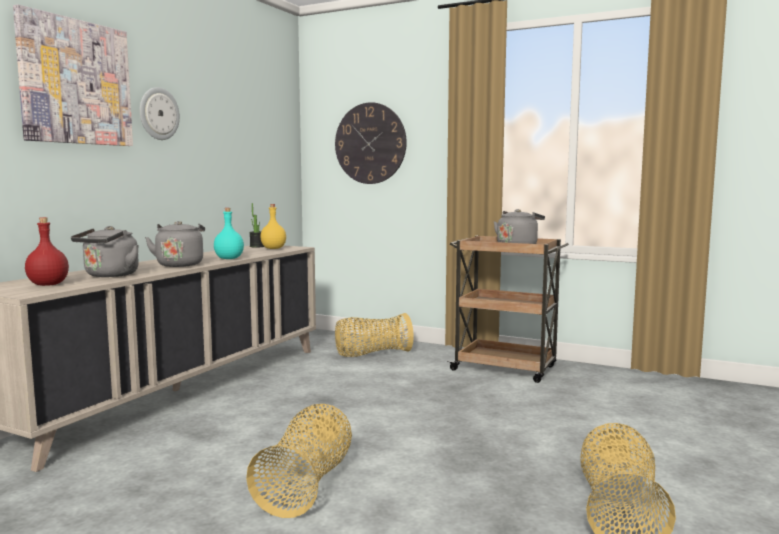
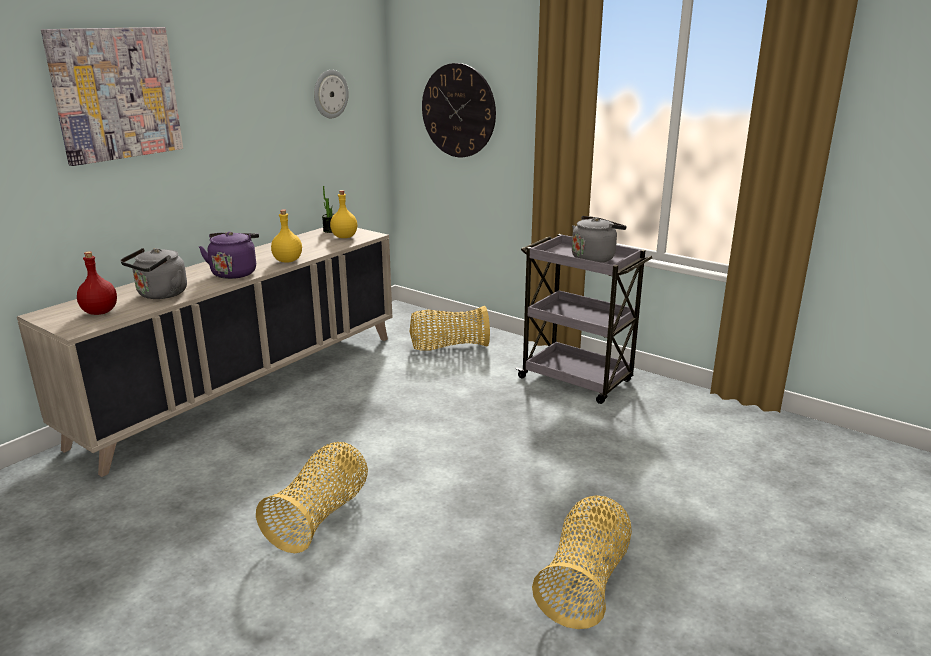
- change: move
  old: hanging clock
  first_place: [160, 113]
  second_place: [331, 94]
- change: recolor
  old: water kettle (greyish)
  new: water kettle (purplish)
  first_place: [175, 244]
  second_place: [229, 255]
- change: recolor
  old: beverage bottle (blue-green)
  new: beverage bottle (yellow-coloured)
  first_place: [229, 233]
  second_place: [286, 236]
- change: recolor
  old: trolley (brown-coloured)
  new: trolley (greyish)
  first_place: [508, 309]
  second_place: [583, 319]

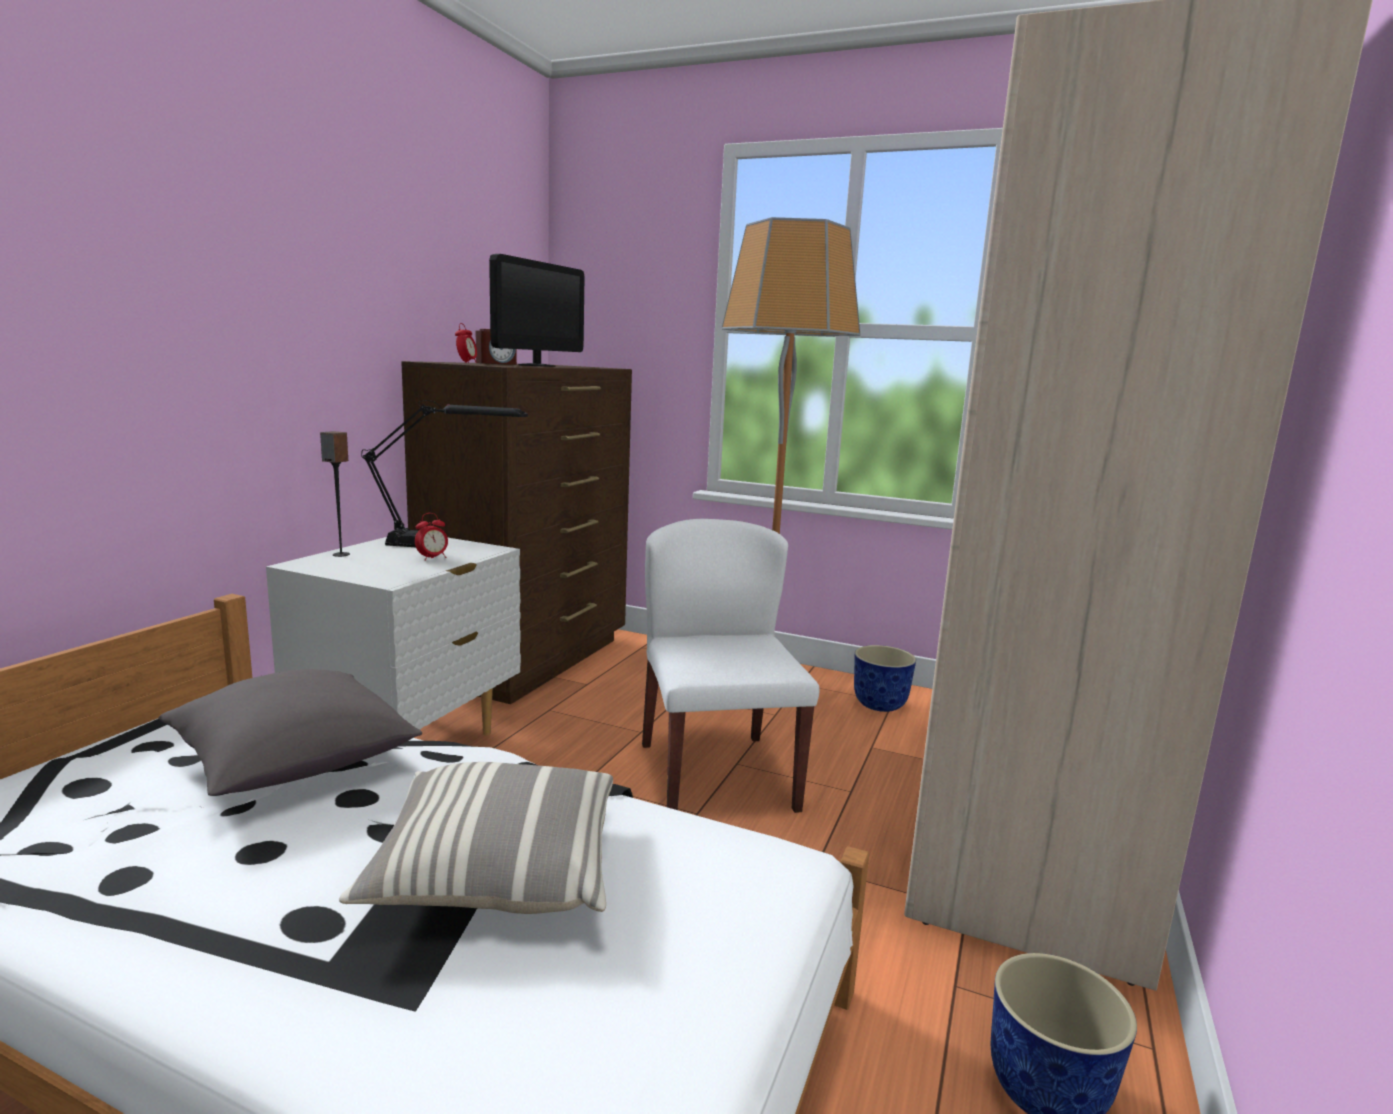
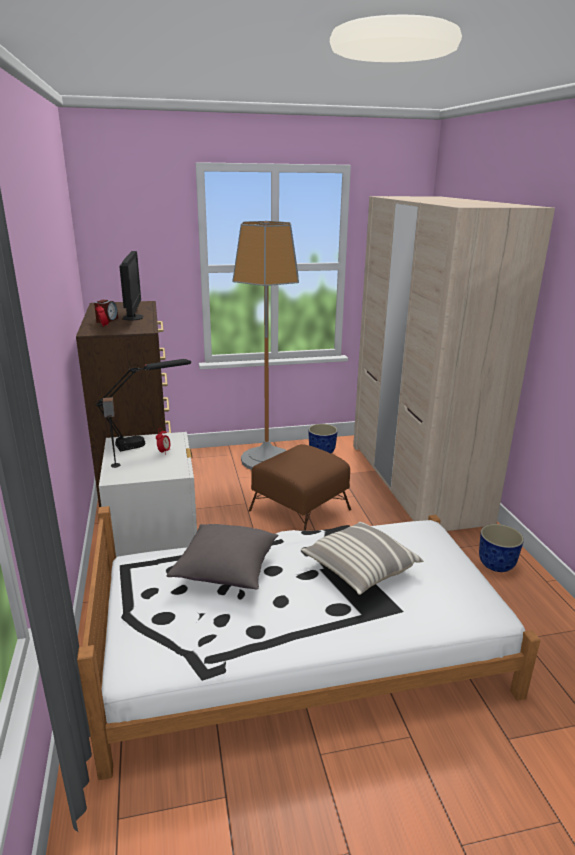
- change: replace
  old: chair (white)
  new: pouffe (brown-coloured)
  first_place: [731, 666]
  second_place: [300, 487]

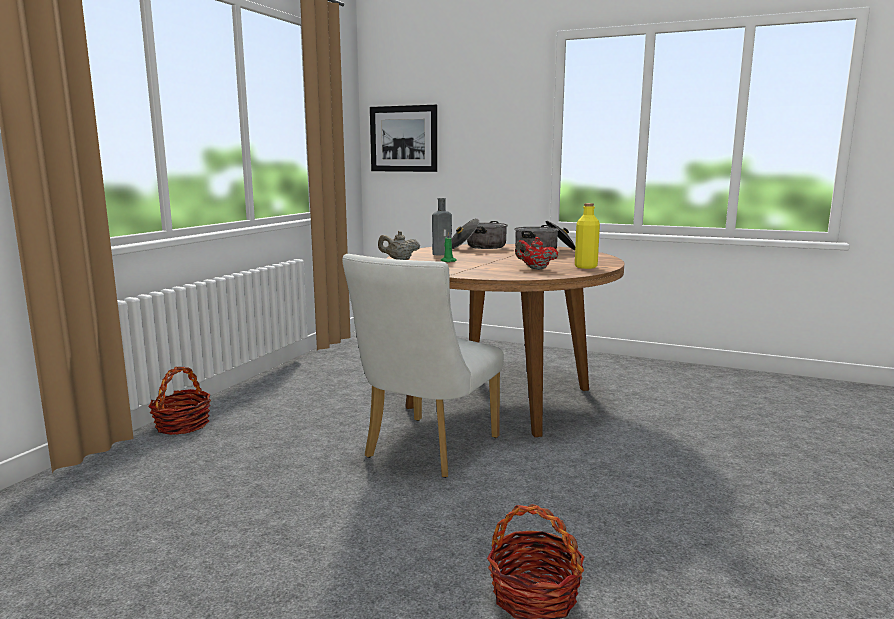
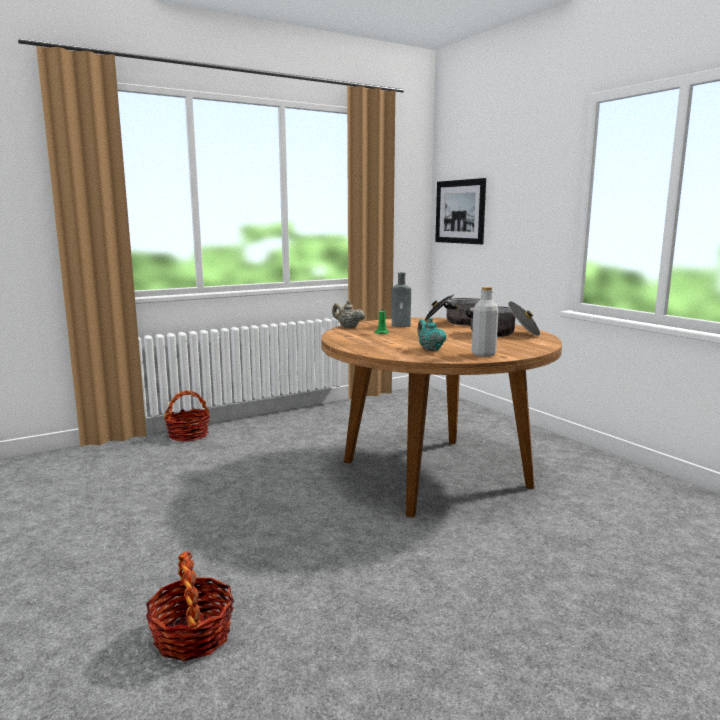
- change: delete
  old: chair (white)
  first_place: [423, 366]
- change: recolor
  old: teapot (reddish)
  new: teapot (blue-green)
  first_place: [536, 253]
  second_place: [431, 334]
- change: recolor
  old: beverage bottle (yellow-coloured)
  new: beverage bottle (greyish)
  first_place: [587, 236]
  second_place: [485, 322]

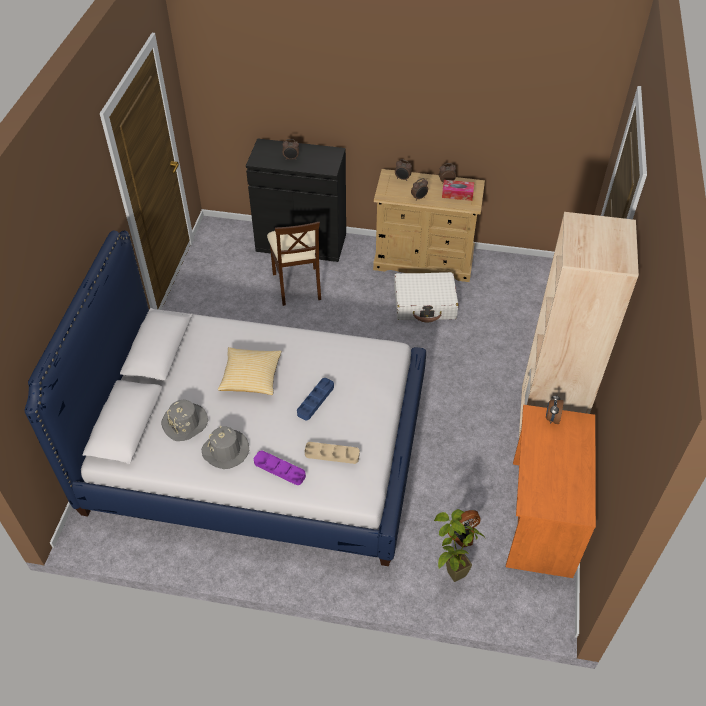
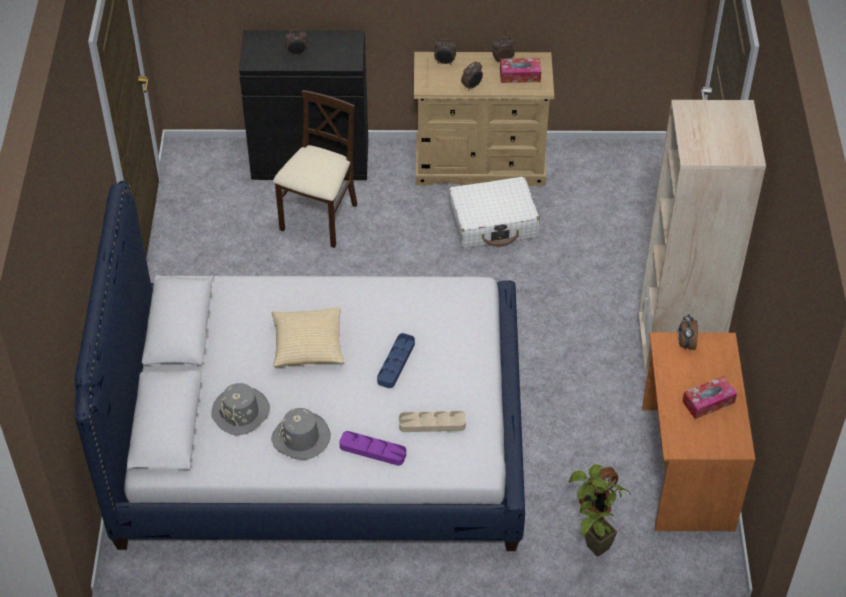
- change: insert
  new: box of tissues
  second_place: [709, 397]
- change: rotate
  old: chair (sand-coloured)
  first_place: [294, 264]
  second_place: [315, 169]
  degrees: -135

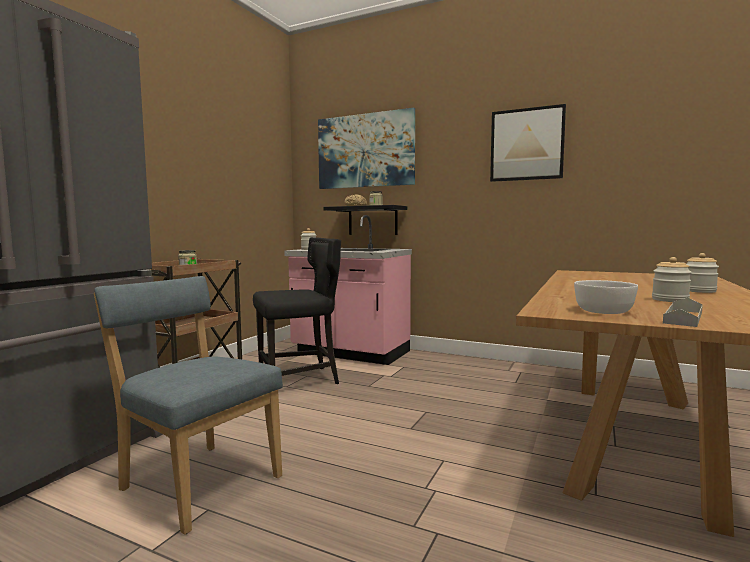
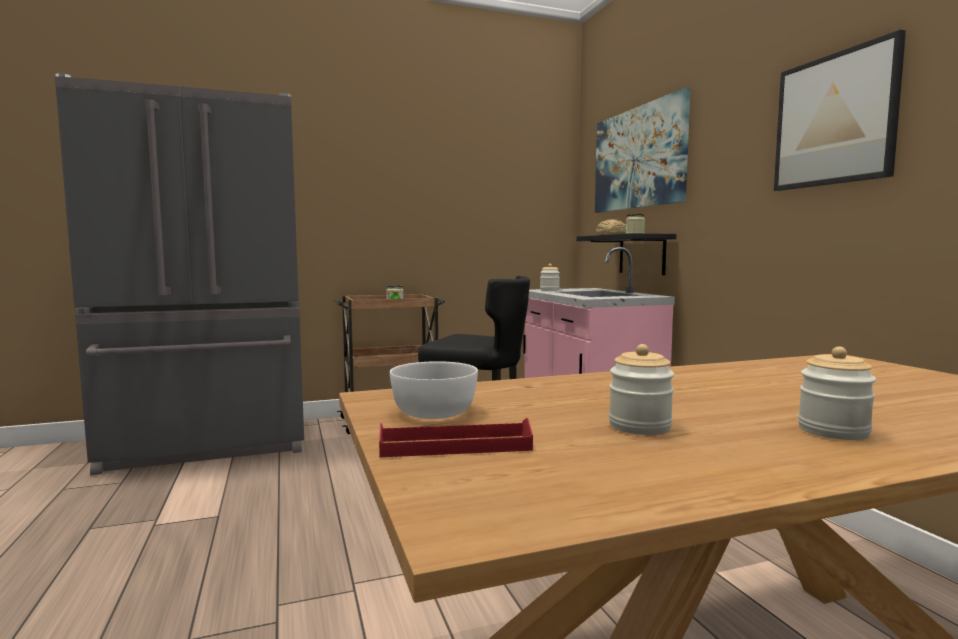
- change: delete
  old: chair (blue-coloured)
  first_place: [188, 405]
- change: recolor
  old: tray (greyish)
  new: tray (reddish)
  first_place: [683, 312]
  second_place: [456, 437]

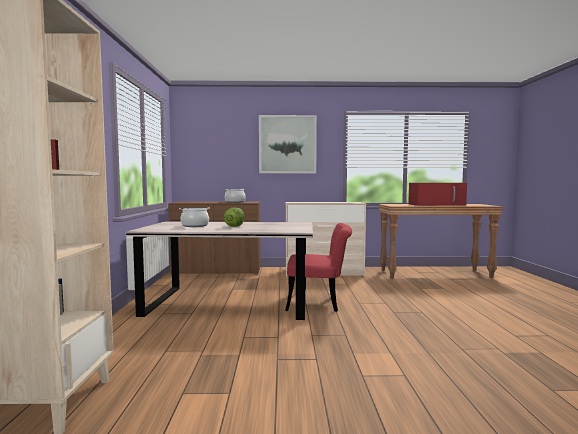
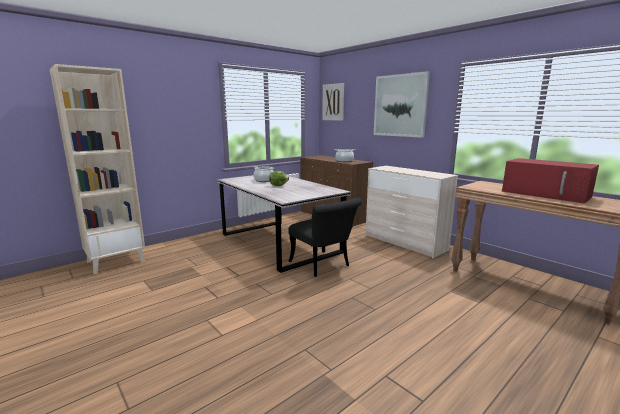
- change: insert
  new: wall picture
  second_place: [333, 102]
- change: recolor
  old: chair (reddish)
  new: chair (black)
  first_place: [318, 267]
  second_place: [325, 237]

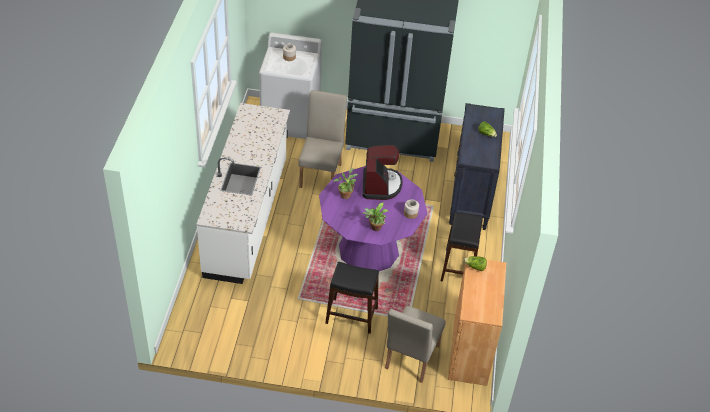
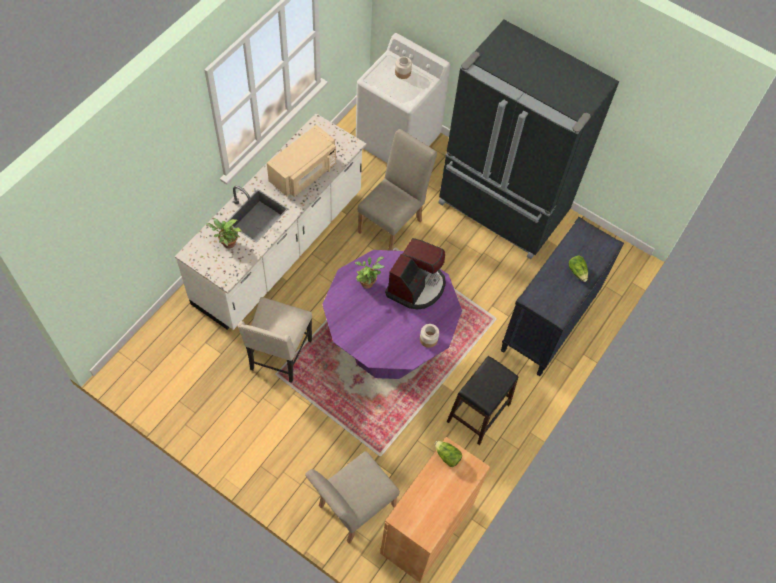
- change: delete
  old: stool seat (black)
  first_place: [352, 298]
- change: insert
  new: chair (sand-coloured)
  second_place: [275, 340]
- change: insert
  new: microwave (sand-coloured)
  second_place: [301, 161]
- change: move
  old: houseplant
  first_place: [375, 216]
  second_place: [224, 233]

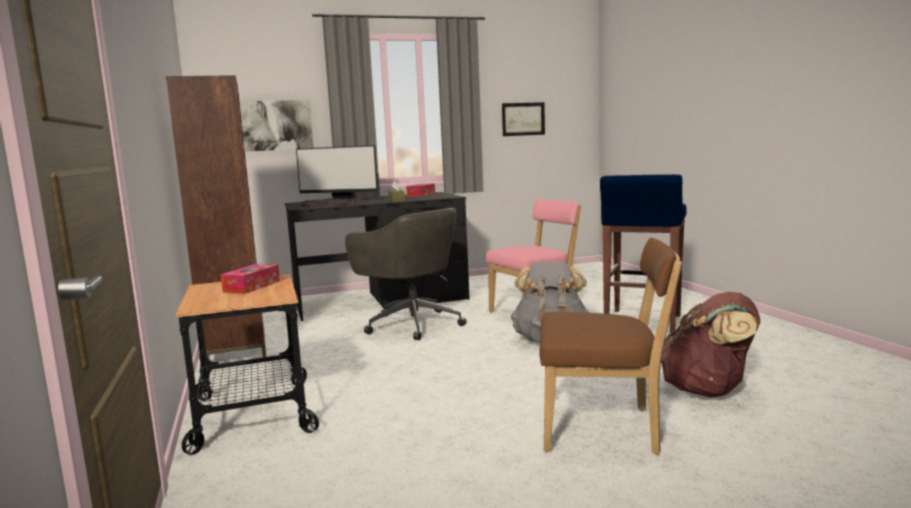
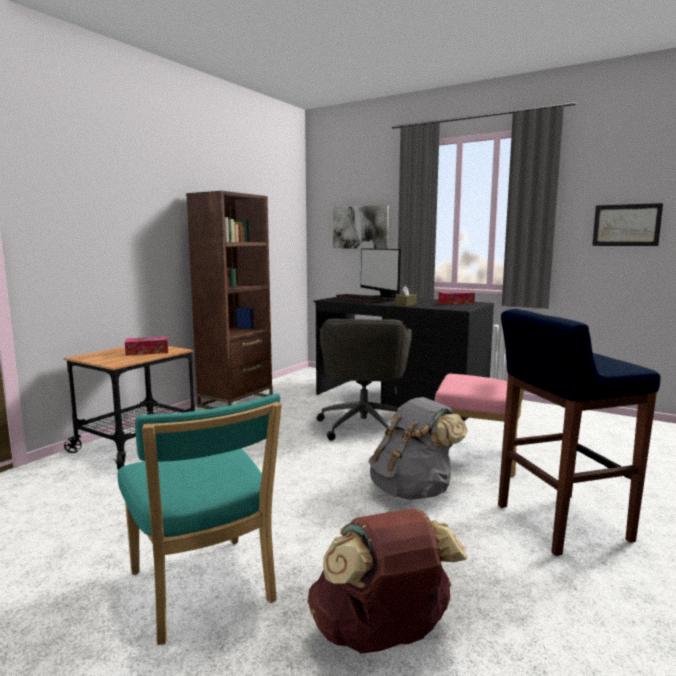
- change: recolor
  old: chair (brown-coloured)
  new: chair (blue-green)
  first_place: [610, 346]
  second_place: [200, 519]

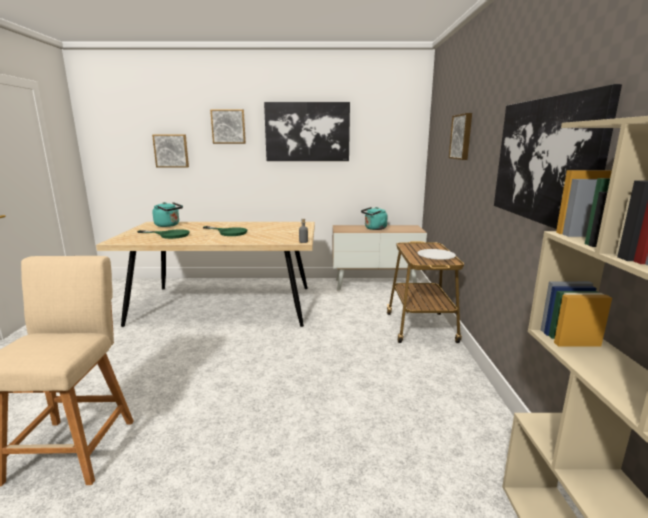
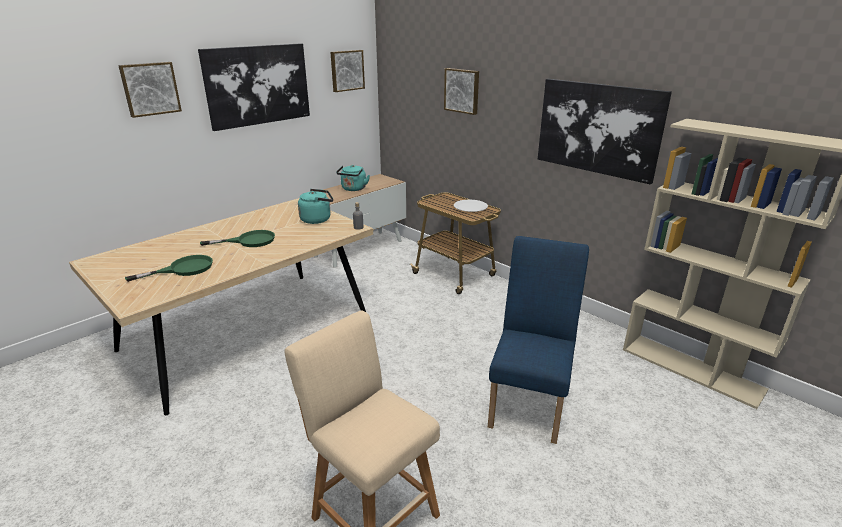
- change: insert
  new: chair (blue-coloured)
  second_place: [538, 340]
- change: move
  old: wall picture
  first_place: [170, 151]
  second_place: [347, 71]
- change: move
  old: water kettle (blue-green)
  first_place: [167, 214]
  second_place: [315, 206]

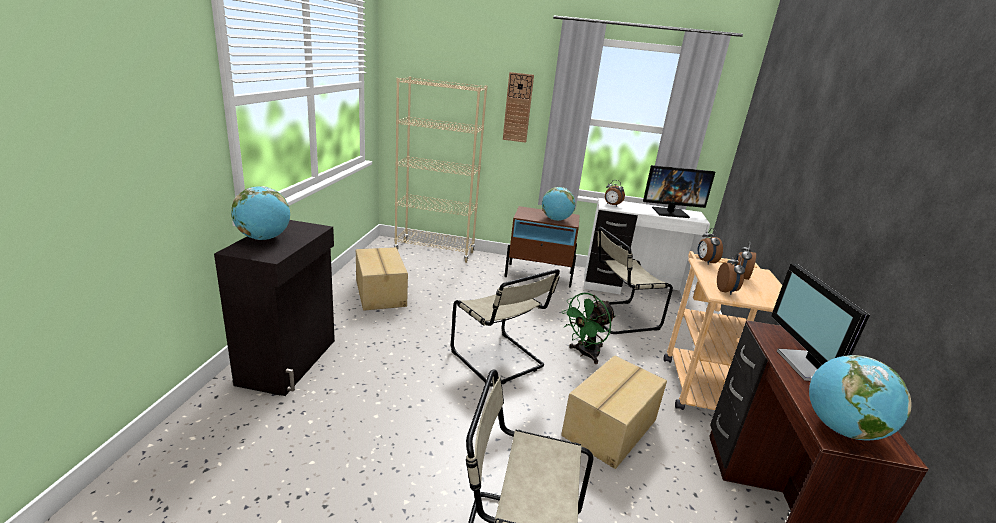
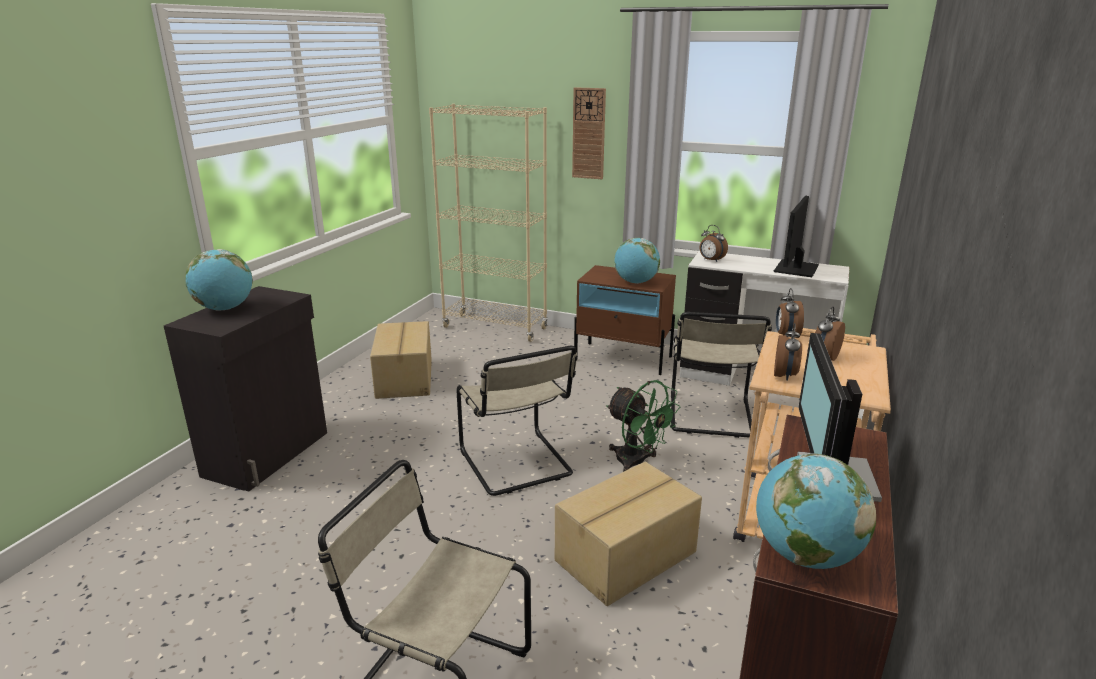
- change: rotate
  old: cooling fan (greenish)
  first_place: [589, 328]
  second_place: [643, 426]
  degrees: -105
- change: rotate
  old: chair (sand-coloured)
  first_place: [628, 280]
  second_place: [721, 375]
  degrees: -75
- change: rotate
  old: computer display
  first_place: [679, 191]
  second_place: [796, 236]
  degrees: 105

